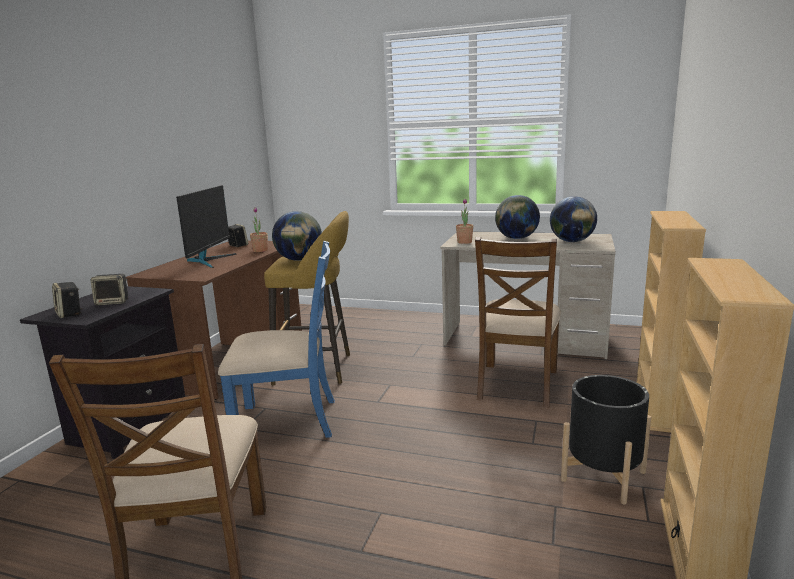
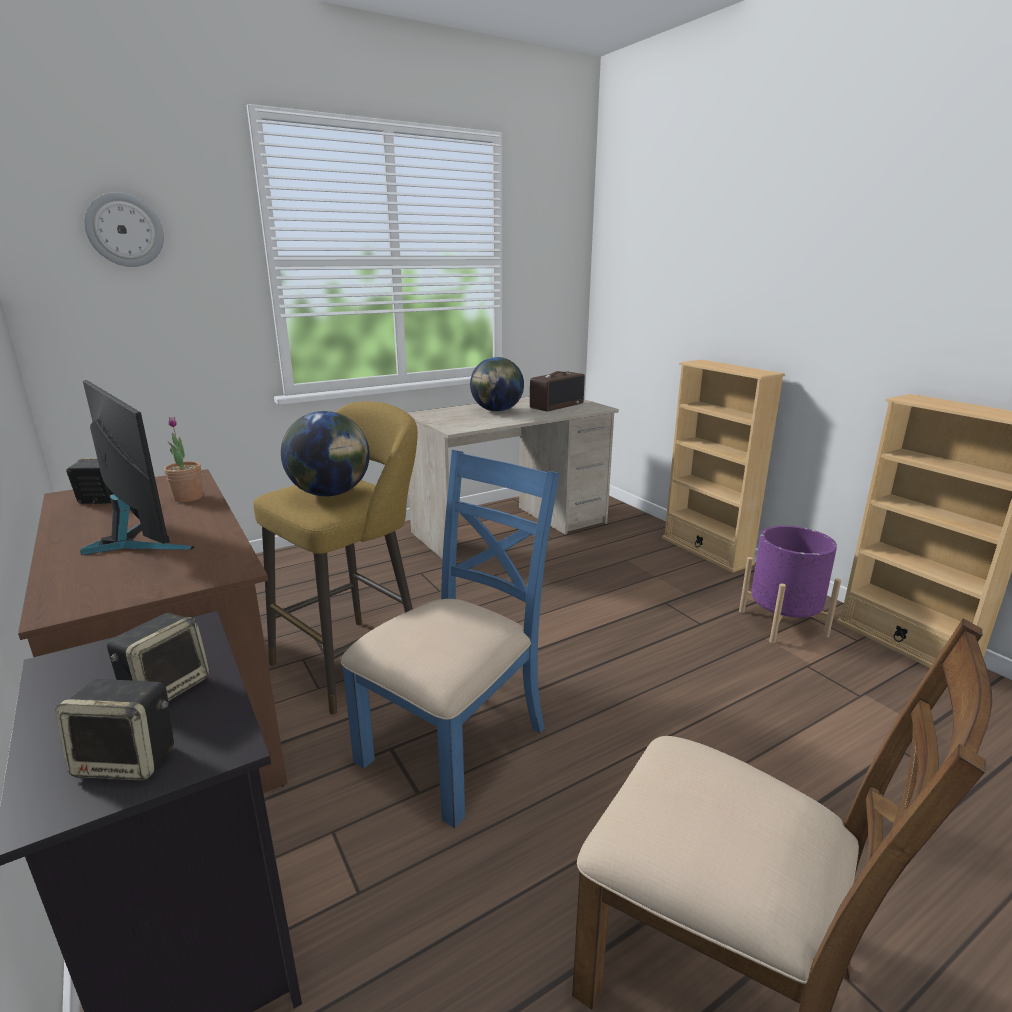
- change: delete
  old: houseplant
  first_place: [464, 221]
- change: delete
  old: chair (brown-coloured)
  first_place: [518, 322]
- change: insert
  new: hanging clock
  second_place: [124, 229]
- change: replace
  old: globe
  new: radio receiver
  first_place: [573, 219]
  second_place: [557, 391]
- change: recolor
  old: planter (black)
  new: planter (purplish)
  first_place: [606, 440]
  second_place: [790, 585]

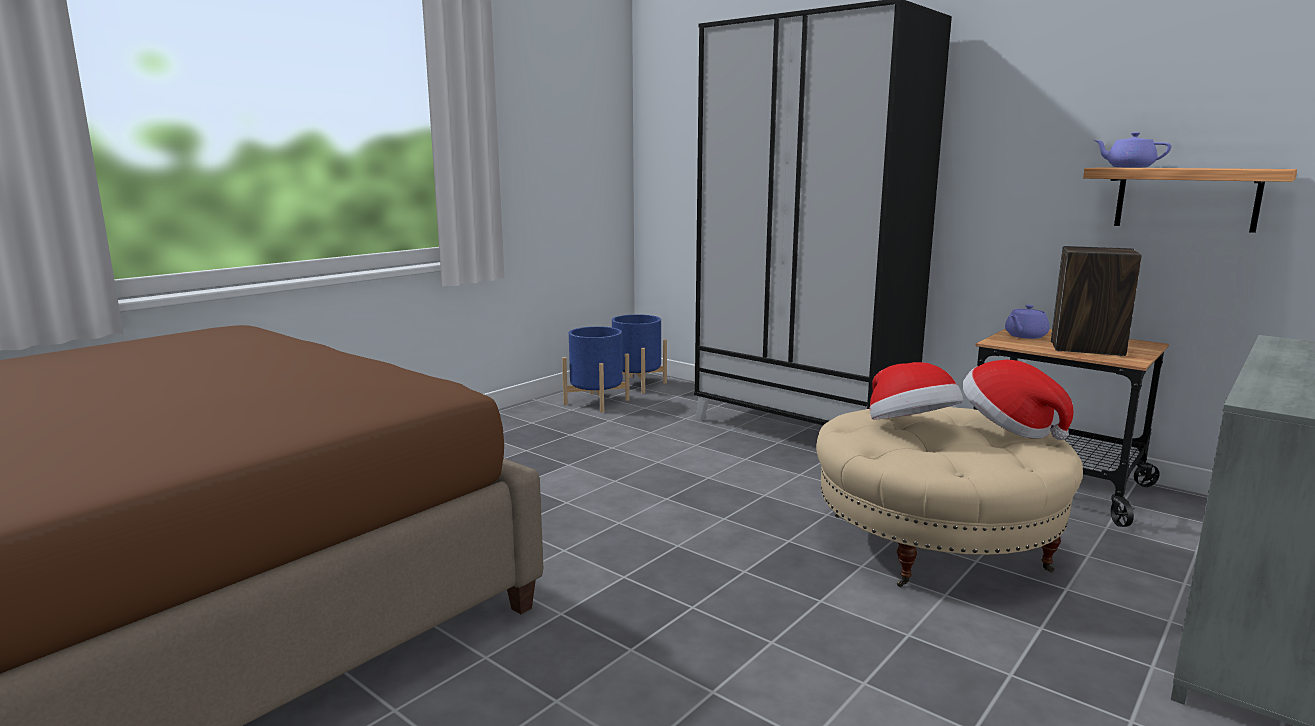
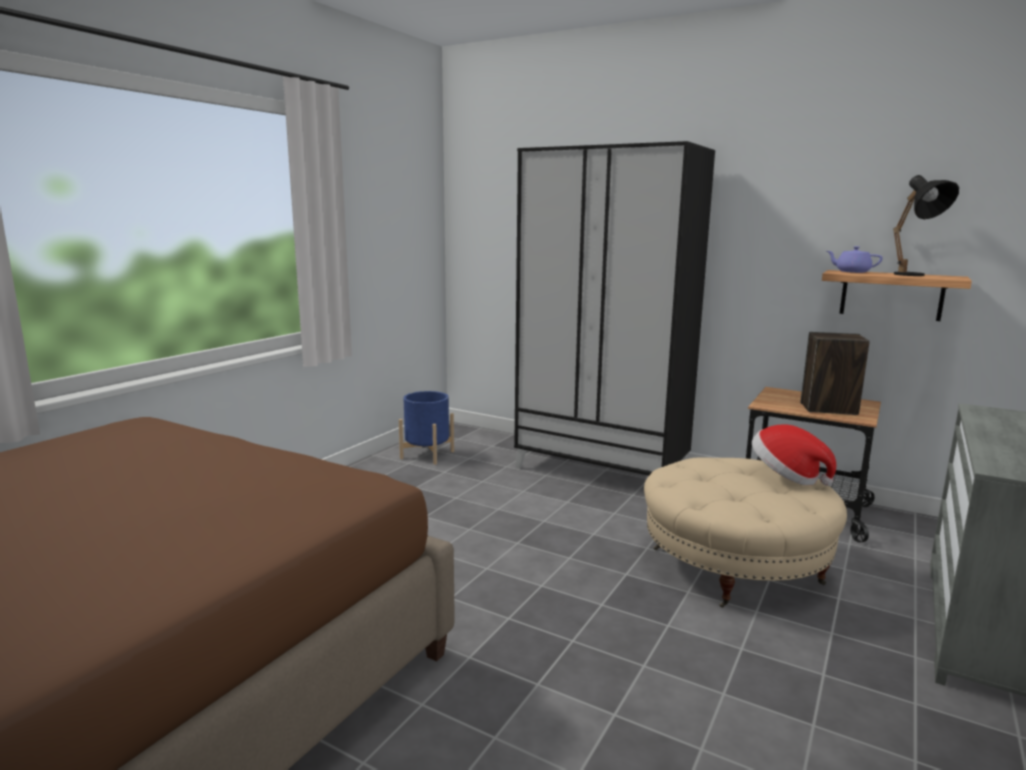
- change: delete
  old: planter (blue-coloured)
  first_place: [639, 354]
- change: delete
  old: hat
  first_place: [916, 391]
- change: delete
  old: teapot (purplish)
  first_place: [1027, 322]
- change: insert
  new: table lamp (black)
  second_place: [926, 225]

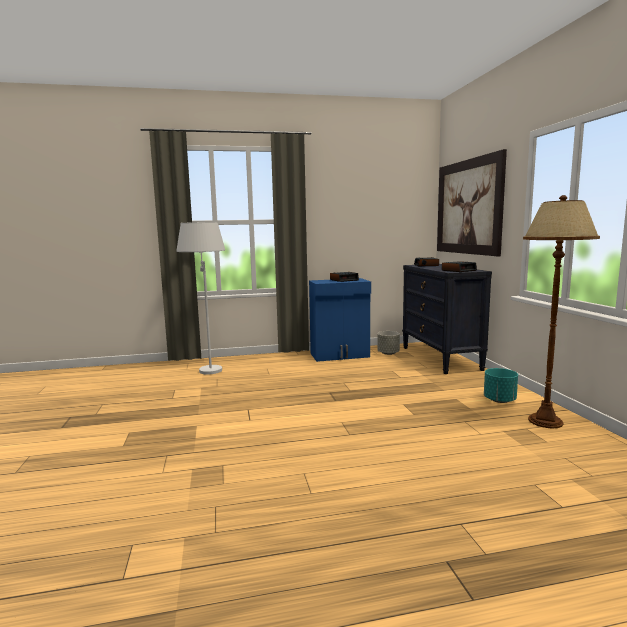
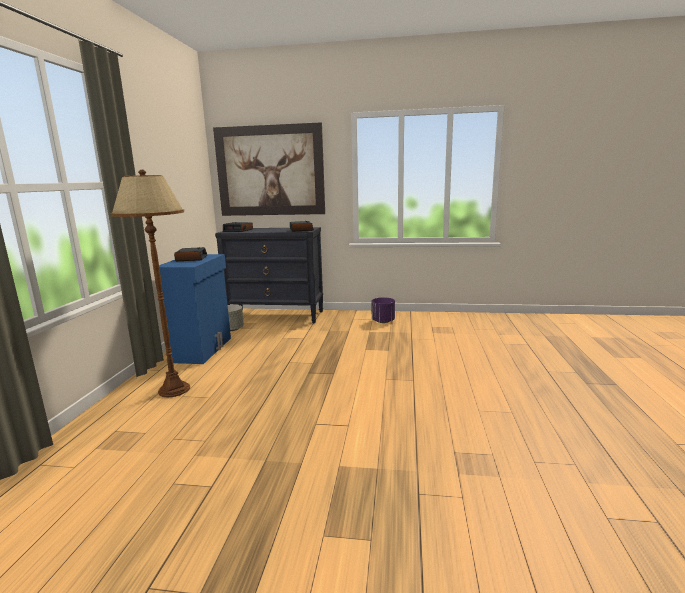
- change: delete
  old: standard lamp (white)
  first_place: [200, 298]
- change: move
  old: standard lamp (brown-coloured)
  first_place: [561, 311]
  second_place: [150, 284]
- change: recolor
  old: planter (blue-green)
  new: planter (purplish)
  first_place: [501, 385]
  second_place: [383, 310]

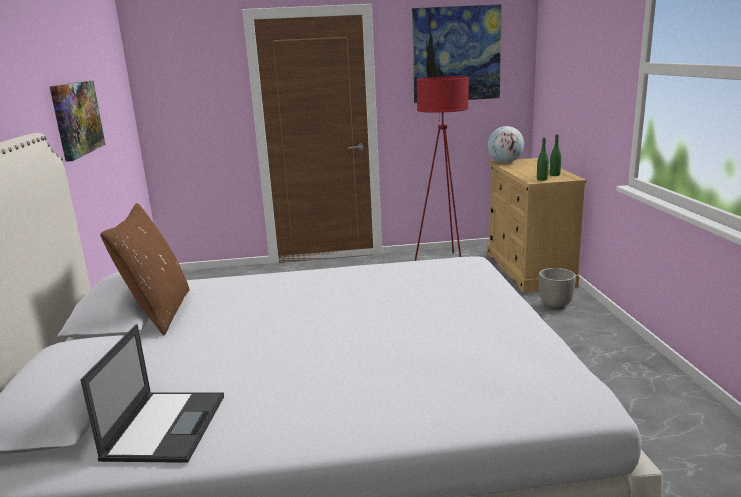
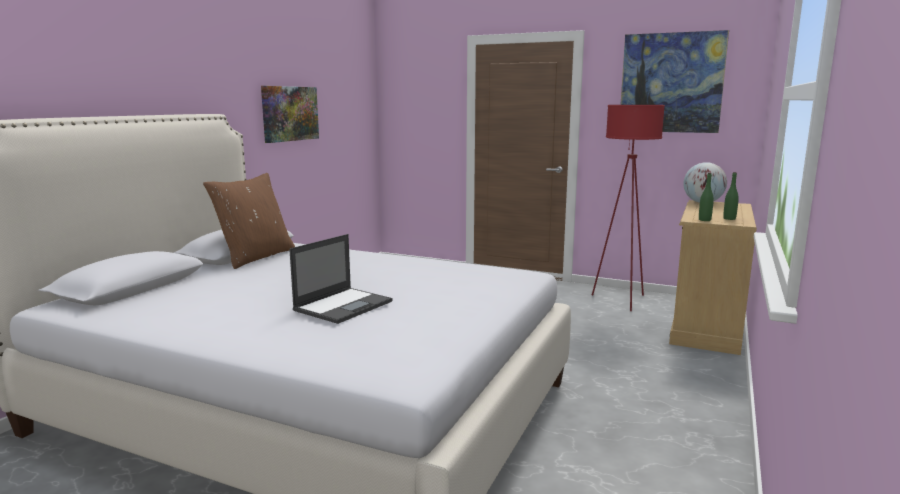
- change: delete
  old: planter
  first_place: [557, 288]
- change: move
  old: laptop
  first_place: [152, 393]
  second_place: [340, 279]

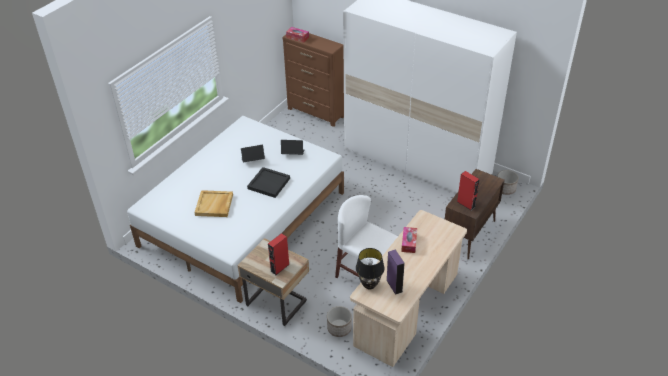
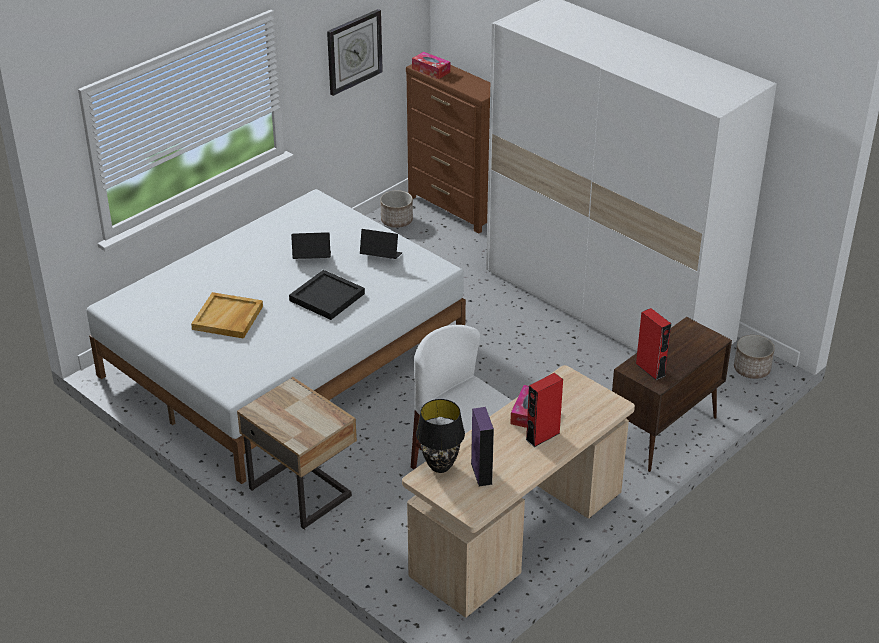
- change: insert
  new: hanging clock
  second_place: [355, 52]
- change: move
  old: loudspeaker (reddish)
  first_place: [279, 254]
  second_place: [544, 410]
- change: move
  old: planter
  first_place: [339, 321]
  second_place: [396, 209]

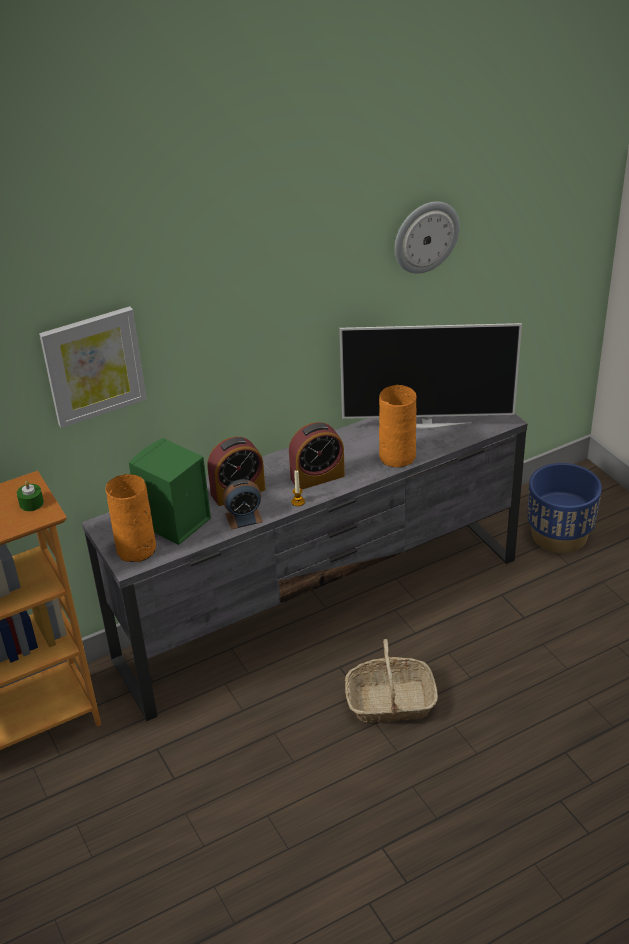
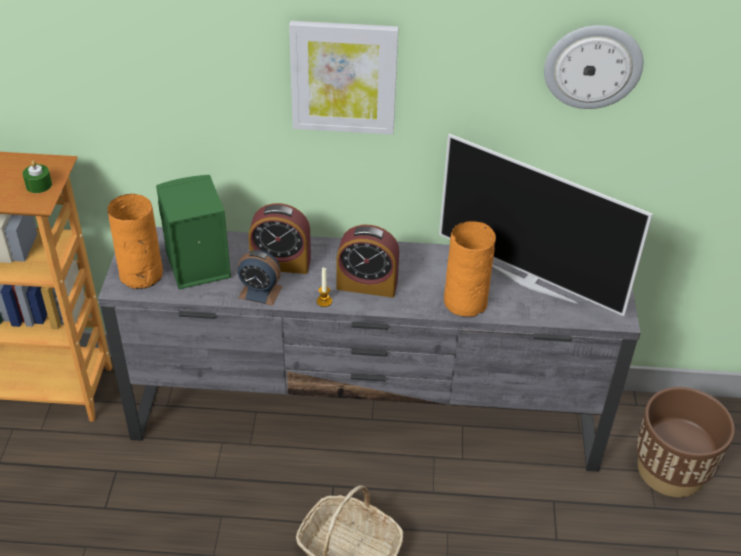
- change: move
  old: wall picture
  first_place: [93, 367]
  second_place: [344, 78]
- change: recolor
  old: planter (blue-coloured)
  new: planter (brown-coloured)
  first_place: [565, 508]
  second_place: [685, 442]

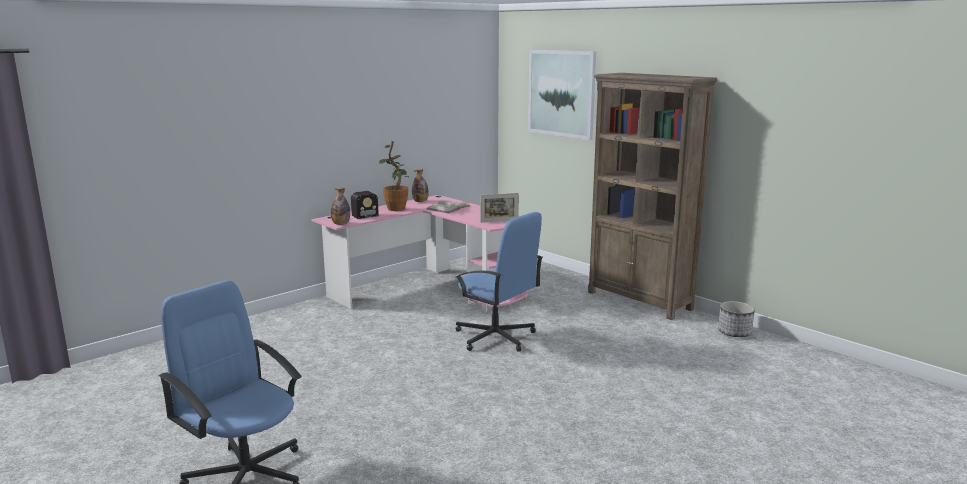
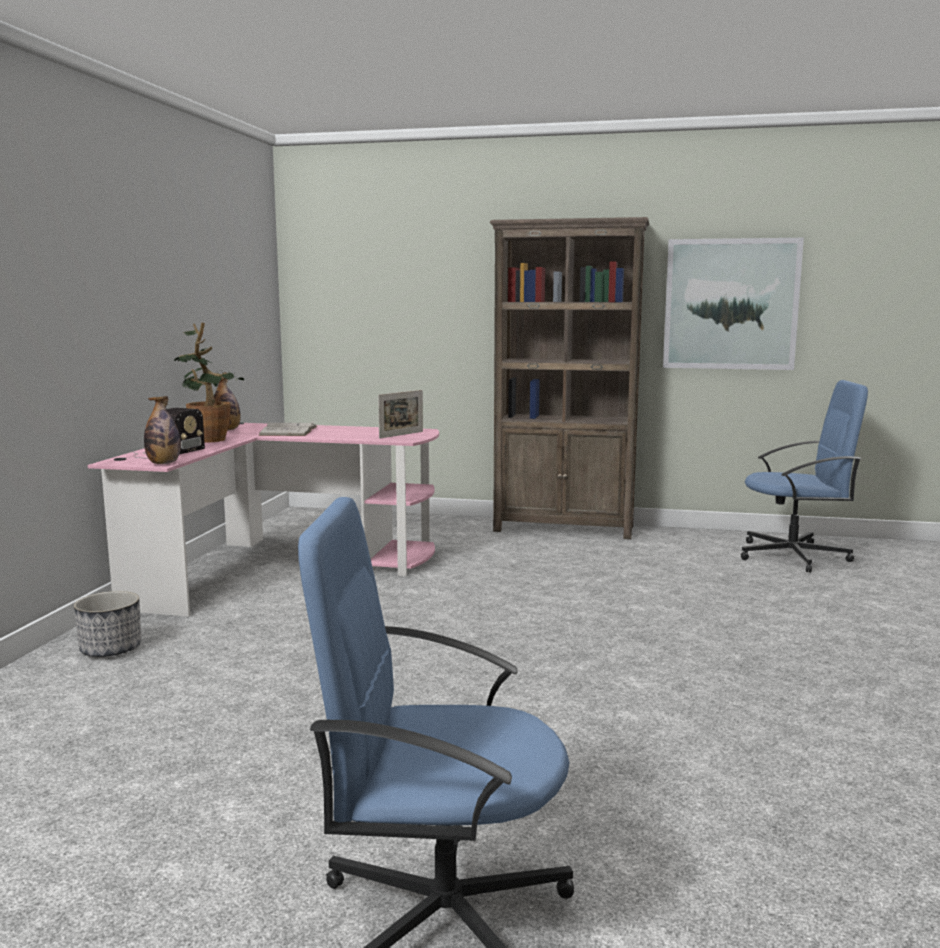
- change: move
  old: computer chair (blue-coloured)
  first_place: [499, 282]
  second_place: [804, 476]
- change: move
  old: wall picture
  first_place: [562, 95]
  second_place: [733, 304]
- change: move
  old: planter
  first_place: [736, 319]
  second_place: [107, 624]

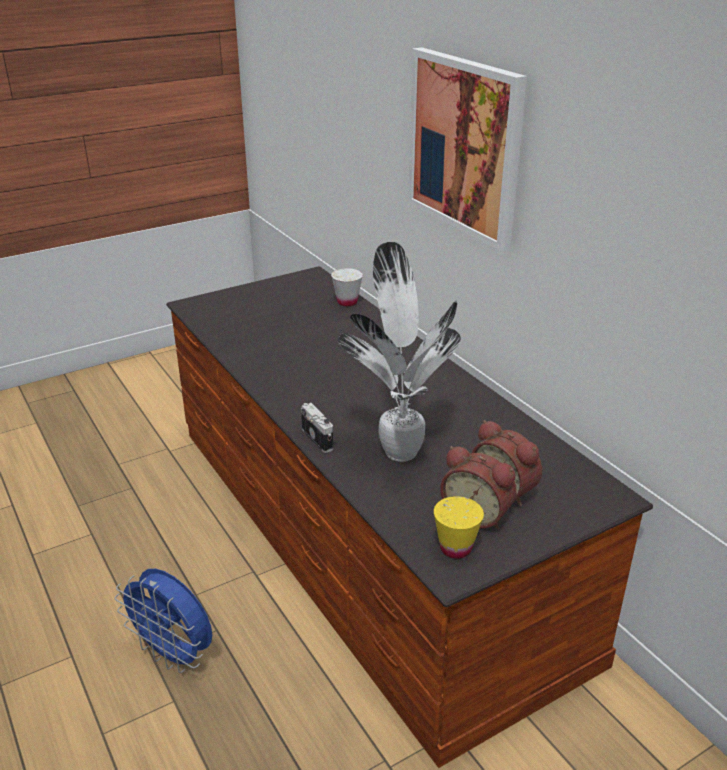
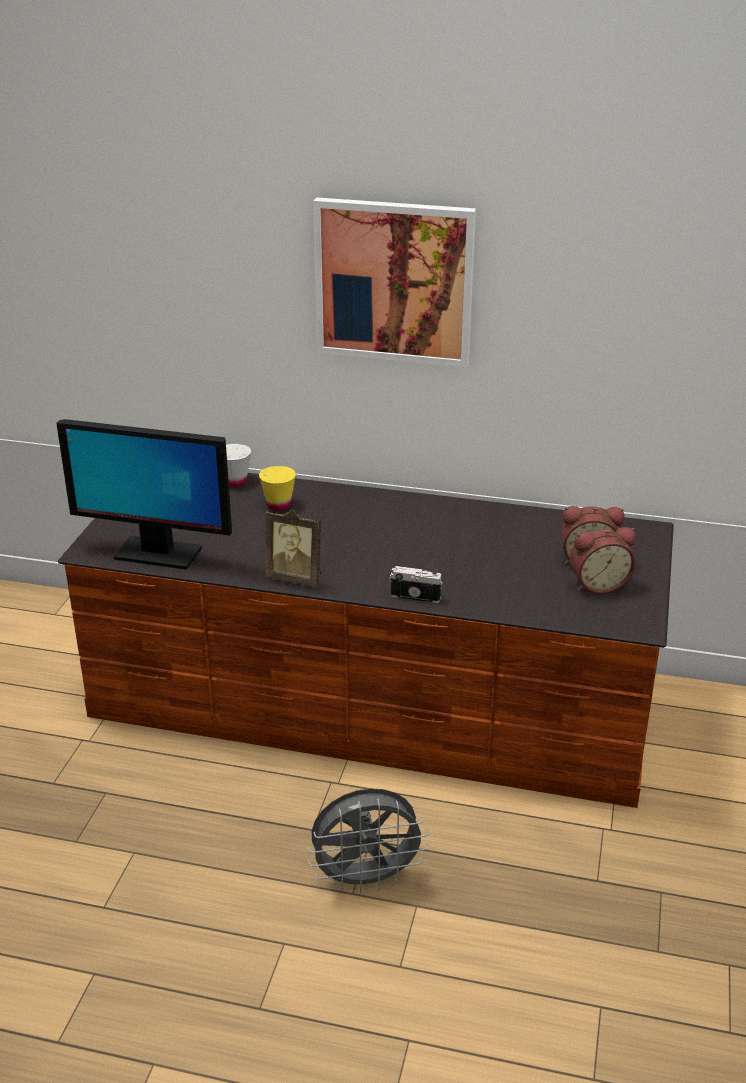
- change: delete
  old: houseplant
  first_place: [399, 352]
- change: insert
  new: computer display
  second_place: [144, 494]
- change: insert
  new: standing frame
  second_place: [293, 548]
- change: move
  old: small cup (yellow-coloured)
  first_place: [459, 527]
  second_place: [277, 488]
- change: recolor
  old: cooling fan (blue-coloured)
  new: cooling fan (greyish)
  first_place: [163, 621]
  second_place: [368, 841]

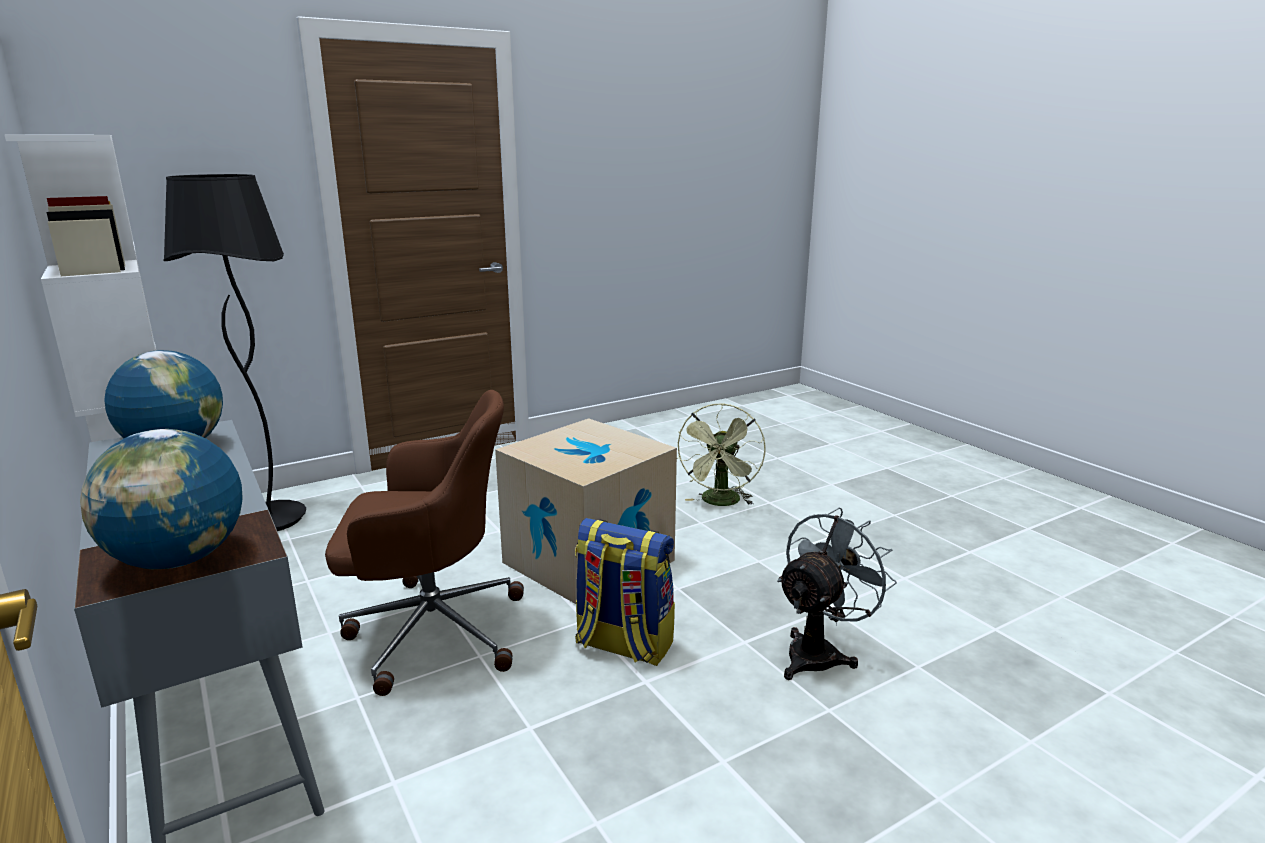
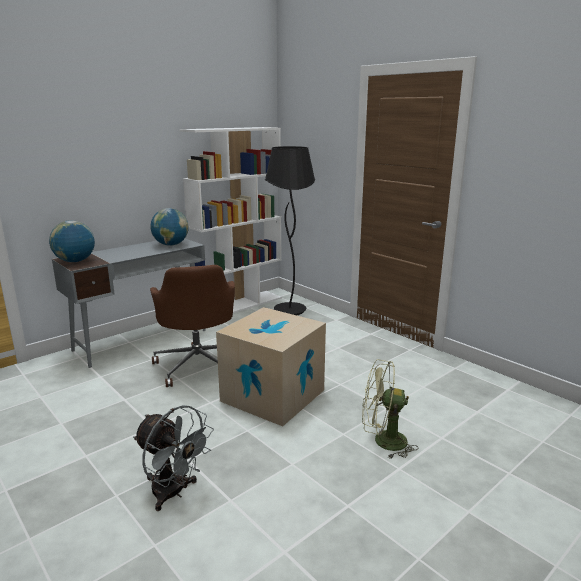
- change: delete
  old: knapsack
  first_place: [625, 592]

